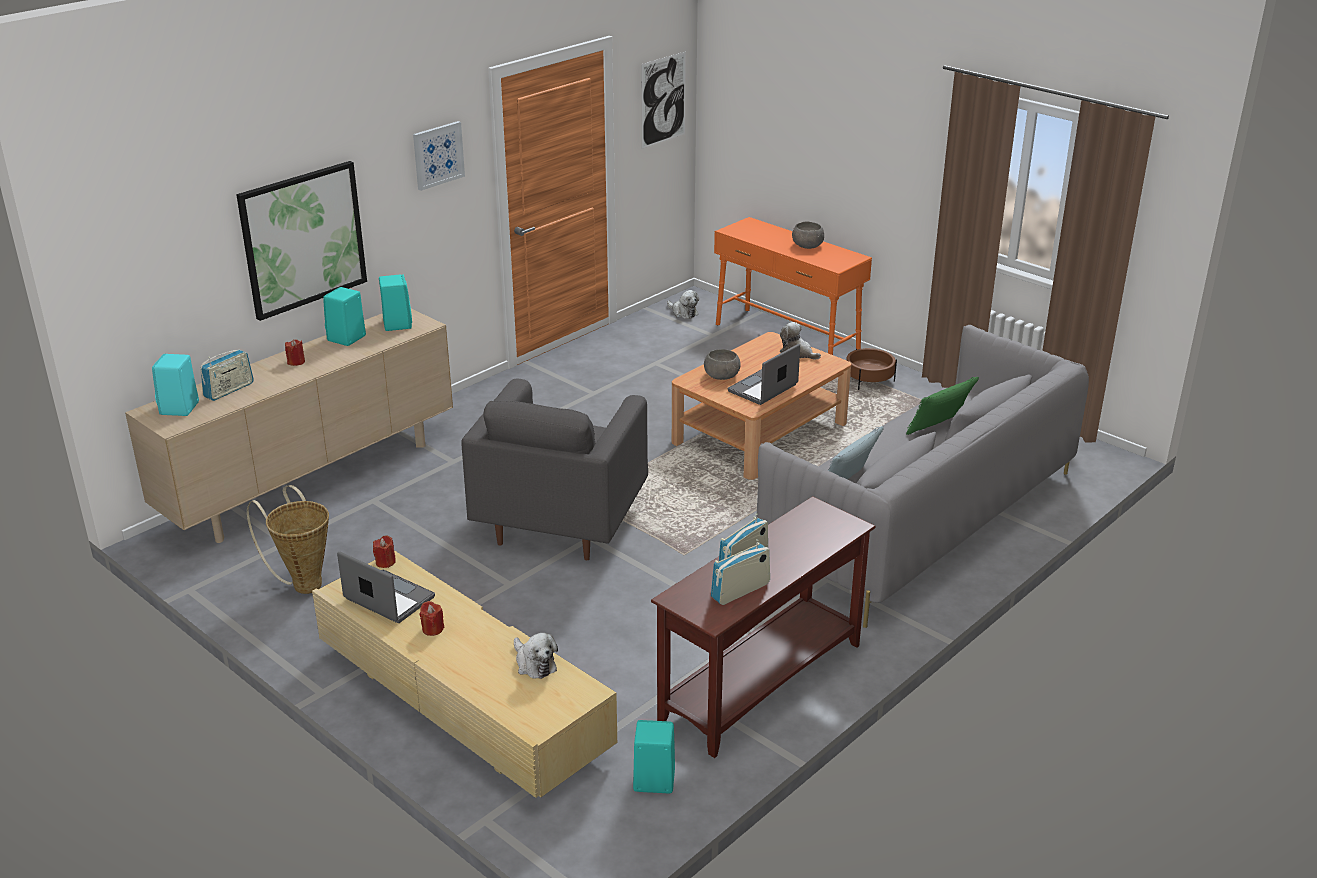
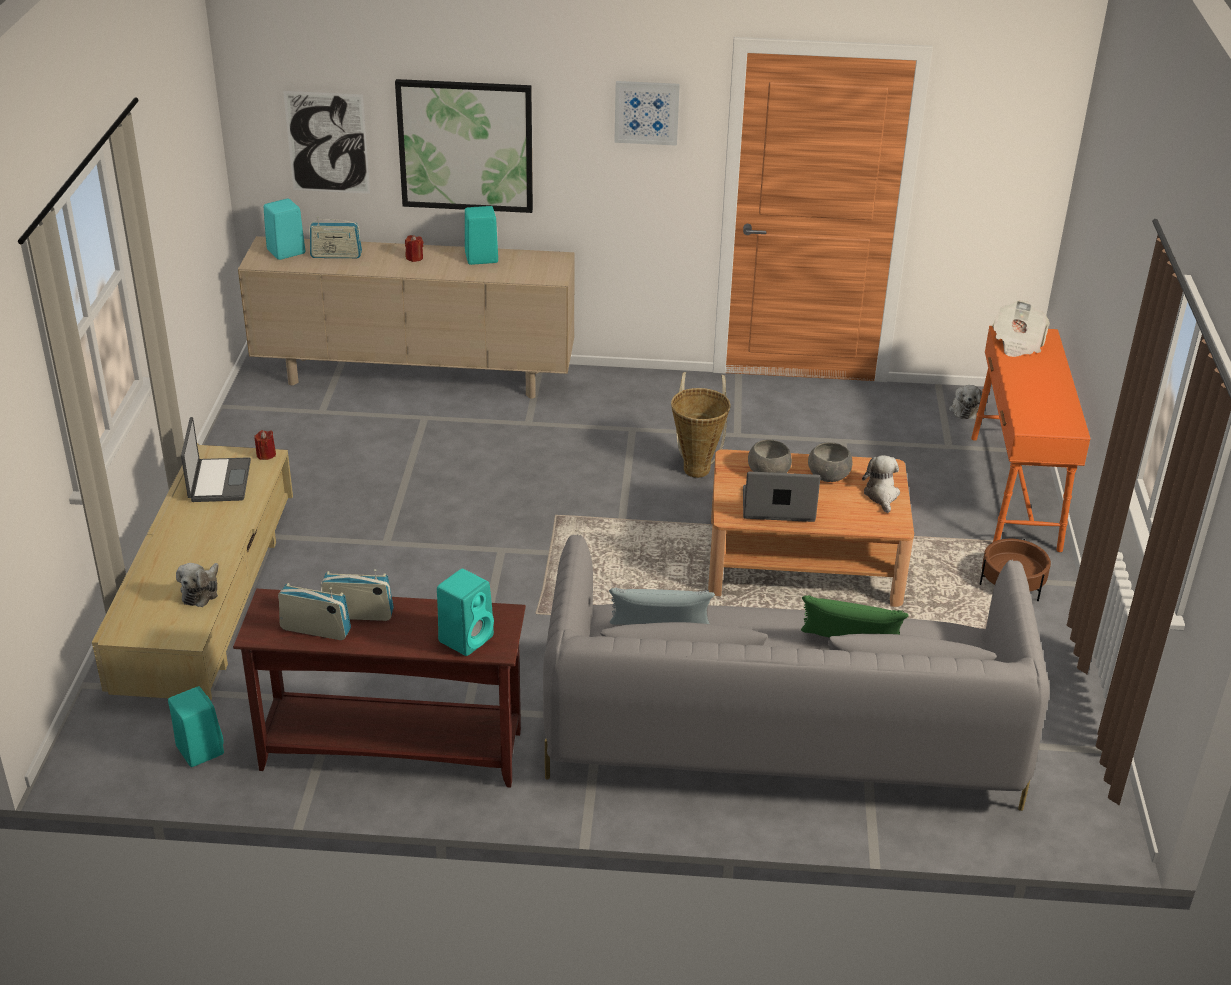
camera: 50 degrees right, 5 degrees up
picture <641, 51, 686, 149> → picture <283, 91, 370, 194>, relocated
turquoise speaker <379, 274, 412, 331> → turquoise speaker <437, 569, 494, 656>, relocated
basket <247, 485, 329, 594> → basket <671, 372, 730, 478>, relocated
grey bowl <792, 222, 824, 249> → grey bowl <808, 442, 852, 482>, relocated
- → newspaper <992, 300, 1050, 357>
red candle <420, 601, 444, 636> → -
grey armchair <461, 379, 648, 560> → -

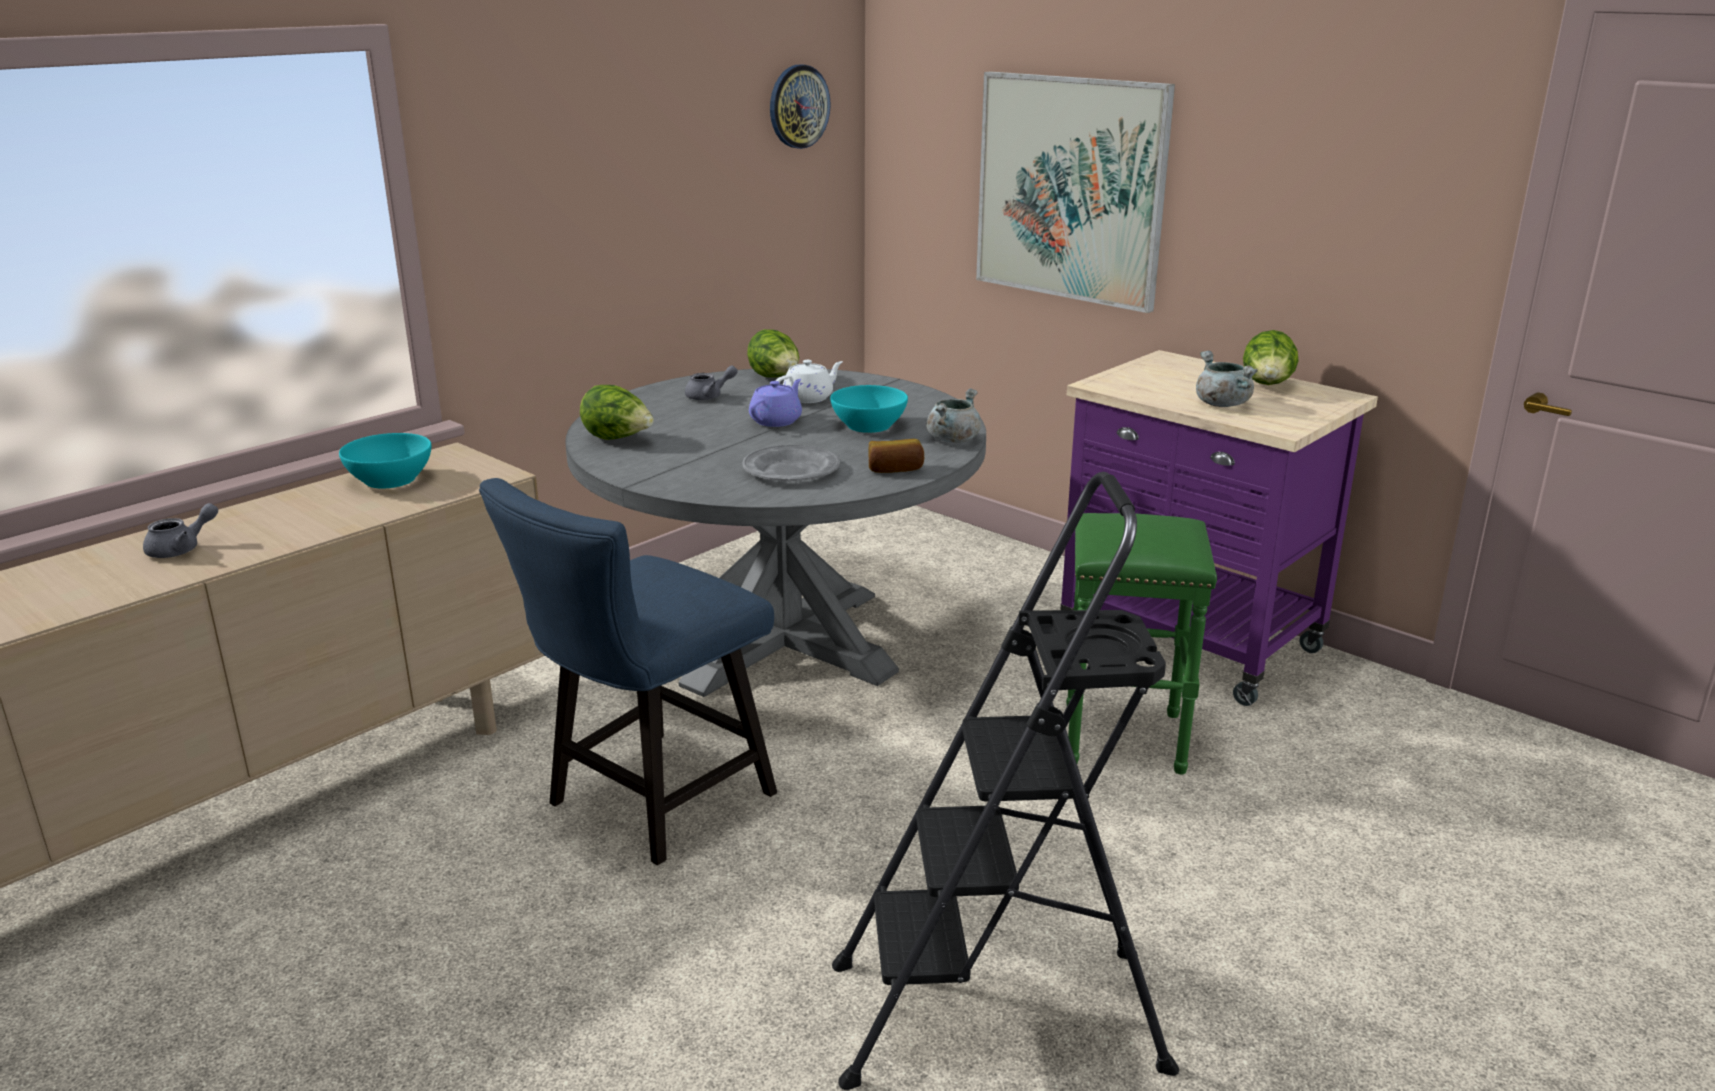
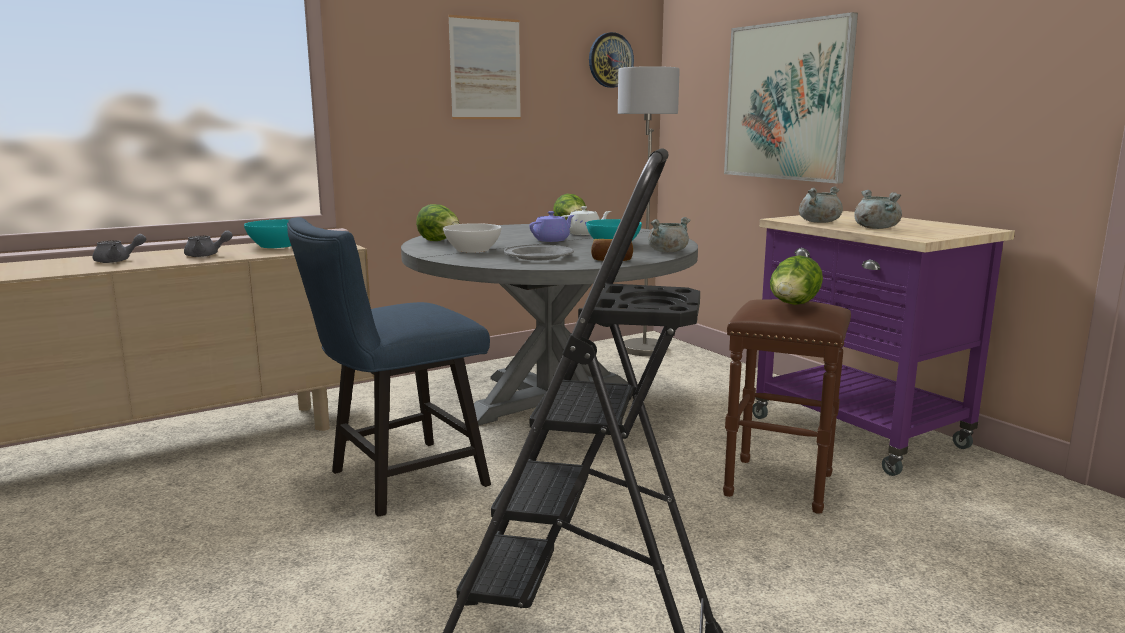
camera: 15 degrees right, 10 degrees down
grey teapot <685, 366, 738, 400> → grey teapot <184, 230, 233, 257>, relocated
- → white bowl <443, 223, 501, 252>
- → picture <448, 15, 521, 119>
- → grey floor lamp <618, 66, 680, 356>
green stool <1066, 513, 1217, 774> → brown stool <723, 299, 851, 514>
lettuce <1243, 330, 1299, 385> → lettuce <770, 255, 823, 305>, relocated
- → grey cooking pot <799, 187, 843, 223>

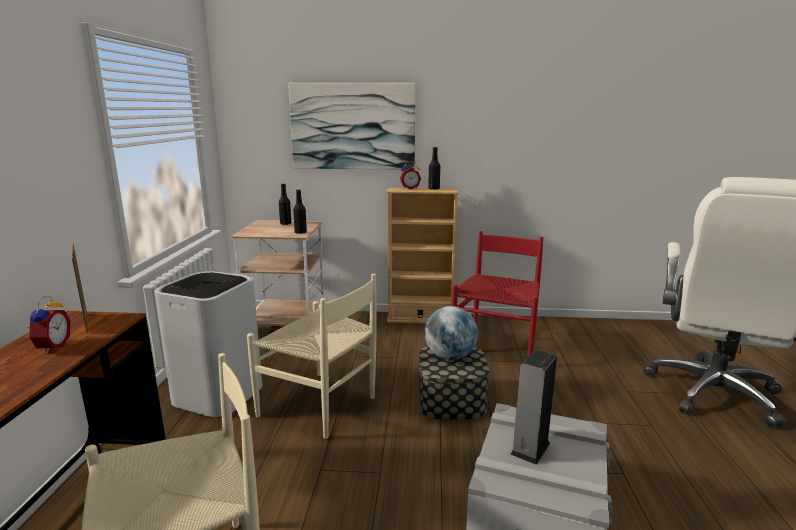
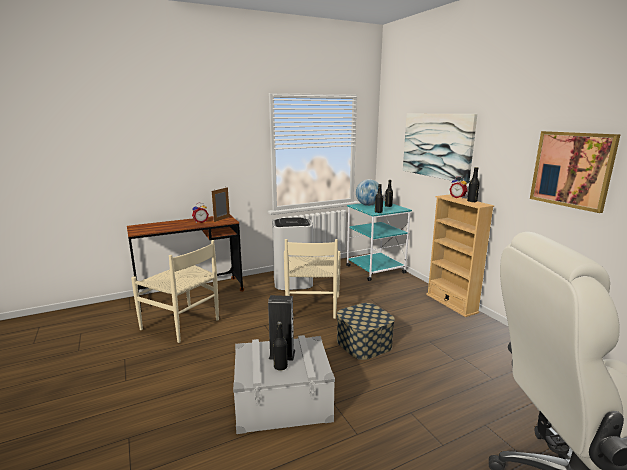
camera: 60 degrees right, 0 degrees up
- → black bottle <273, 322, 288, 371>
beige cart <231, 220, 324, 326> → turquoise cart <346, 201, 412, 281>
globe <425, 306, 478, 360> → globe <356, 179, 382, 206>, relocated
- → picture <530, 131, 621, 213>
red chair <451, 231, 543, 356> → -

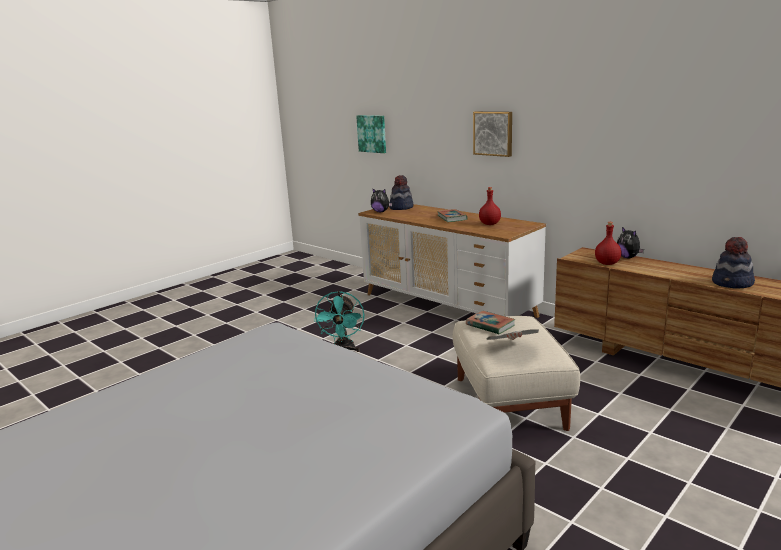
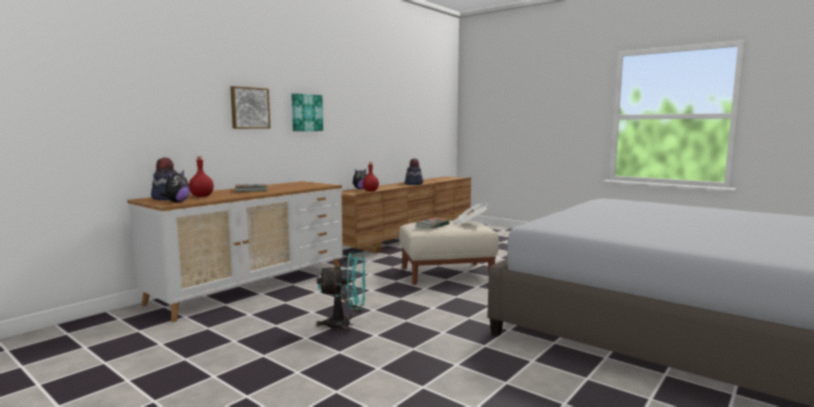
camera: 95 degrees left, 10 degrees down
red bottle <479, 187, 501, 225> → red bottle <189, 157, 214, 197>, relocated
picture <356, 115, 386, 153> → picture <291, 93, 323, 131>, relocated

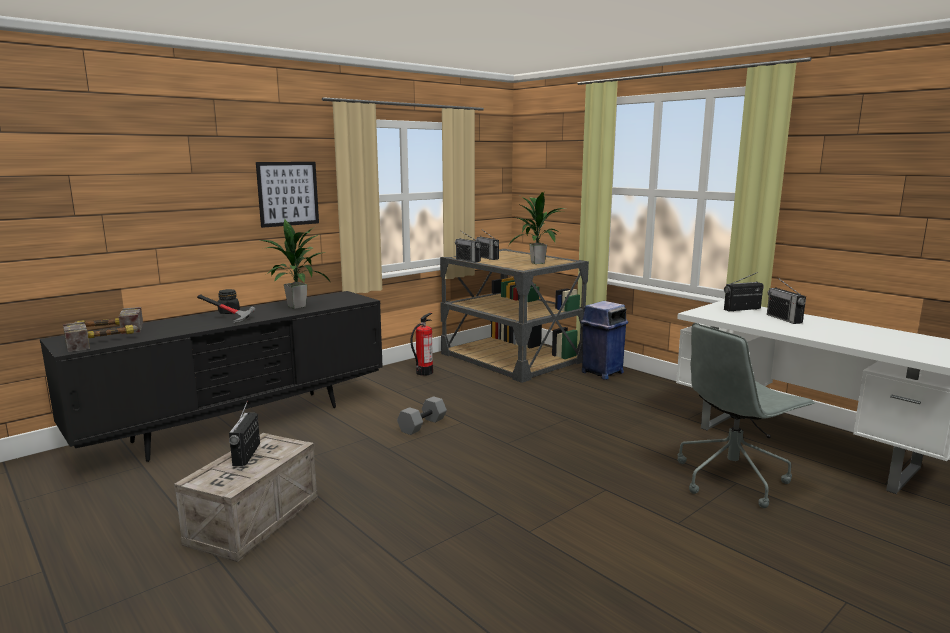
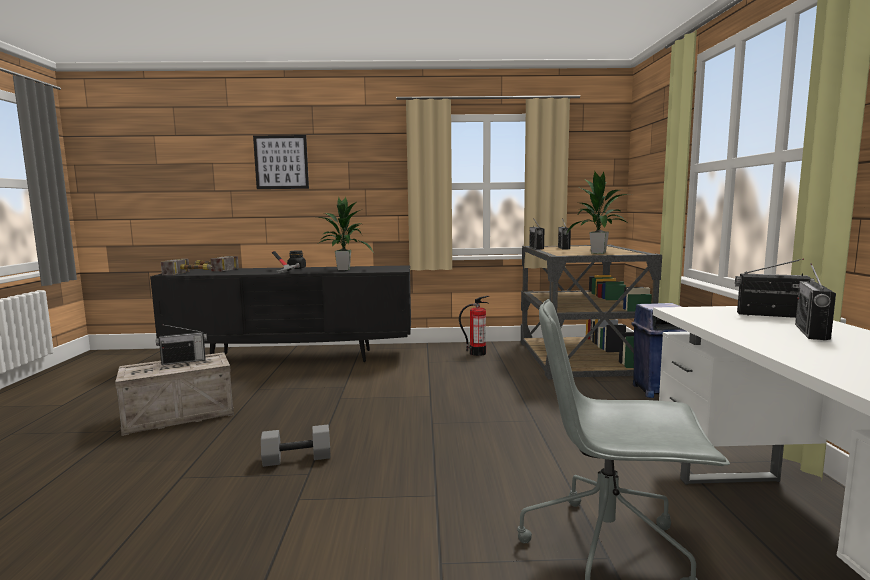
camera: 40 degrees right, 5 degrees down
radio <229, 401, 260, 466> → radio <156, 324, 207, 365>, 150 degrees counterclockwise
picture <256, 162, 319, 228> → picture <253, 135, 309, 189>, relocated
grey dumbbell <397, 396, 447, 435> → grey dumbbell <261, 424, 331, 467>, relocated

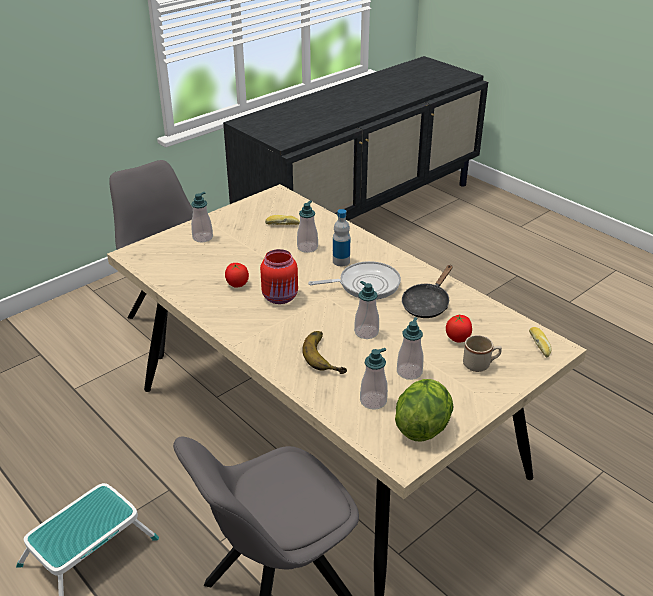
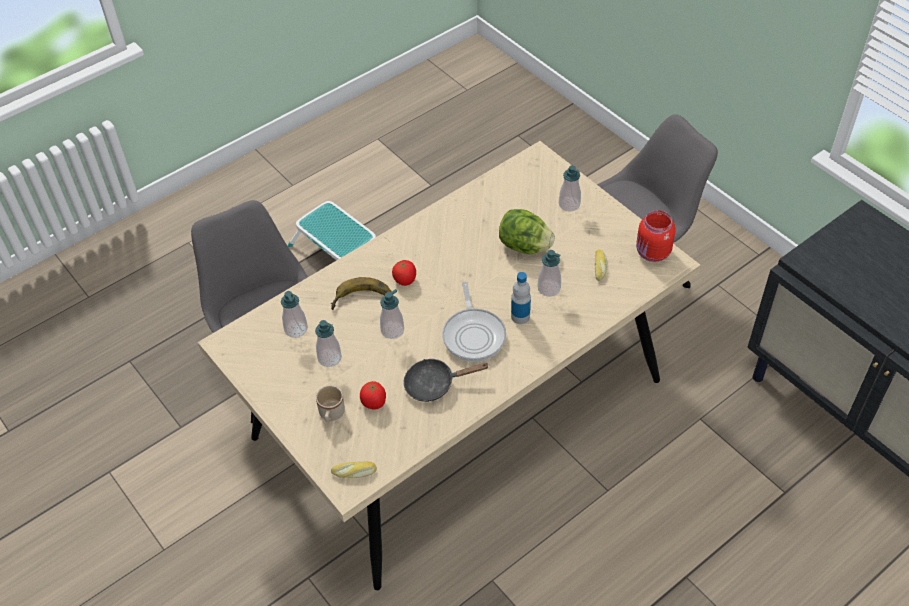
camera: 95 degrees right, 15 degrees up
tomato <225, 263, 249, 288> → tomato <392, 260, 416, 286>, relocated
black frying pan <402, 265, 452, 318> → black frying pan <403, 359, 488, 402>, 45 degrees counterclockwise
lettuce <395, 379, 453, 441> → lettuce <499, 209, 555, 254>, relocated
red jar <260, 249, 298, 304> → red jar <636, 210, 676, 262>, relocated

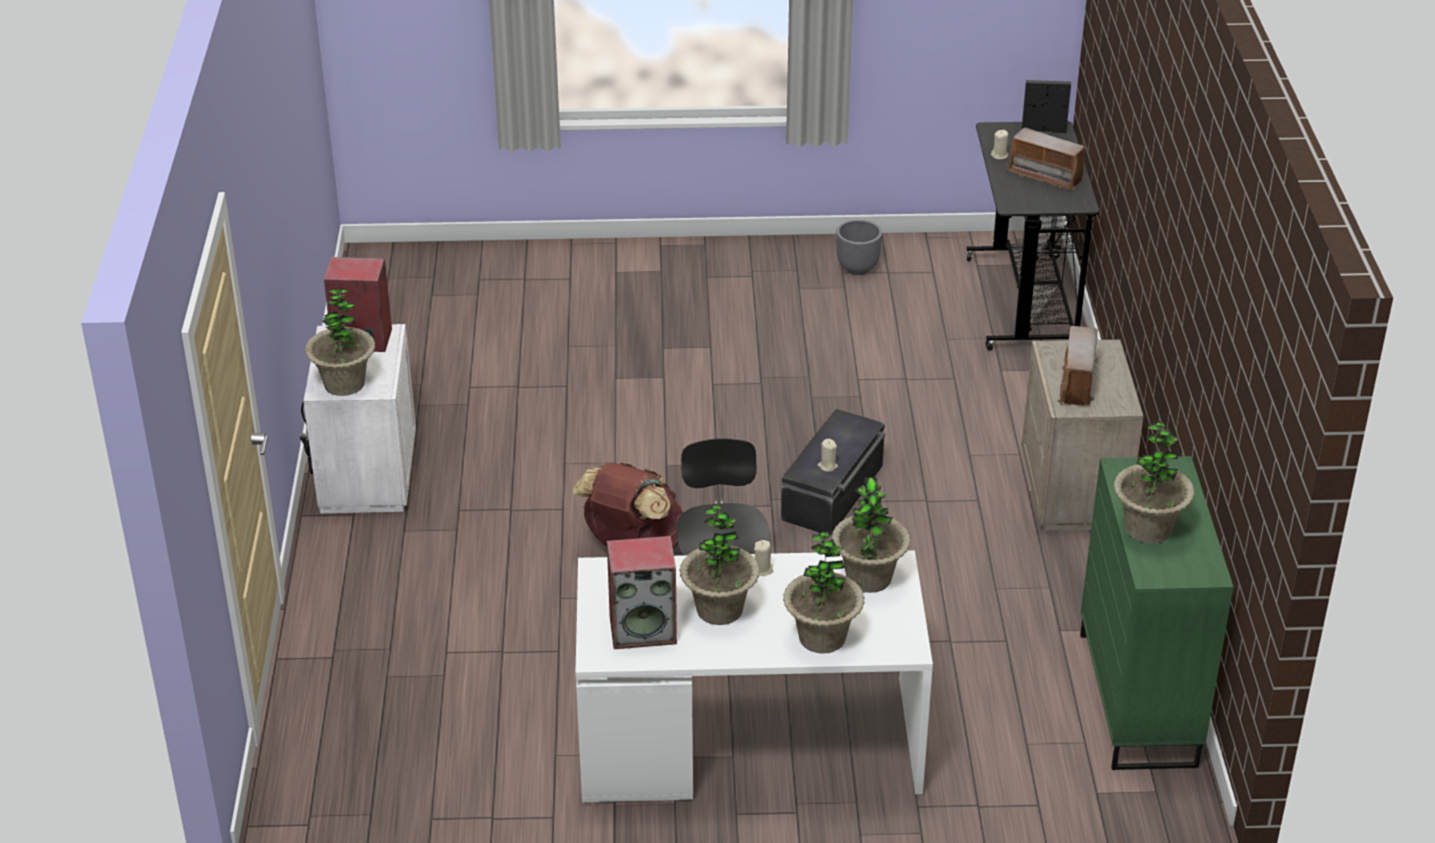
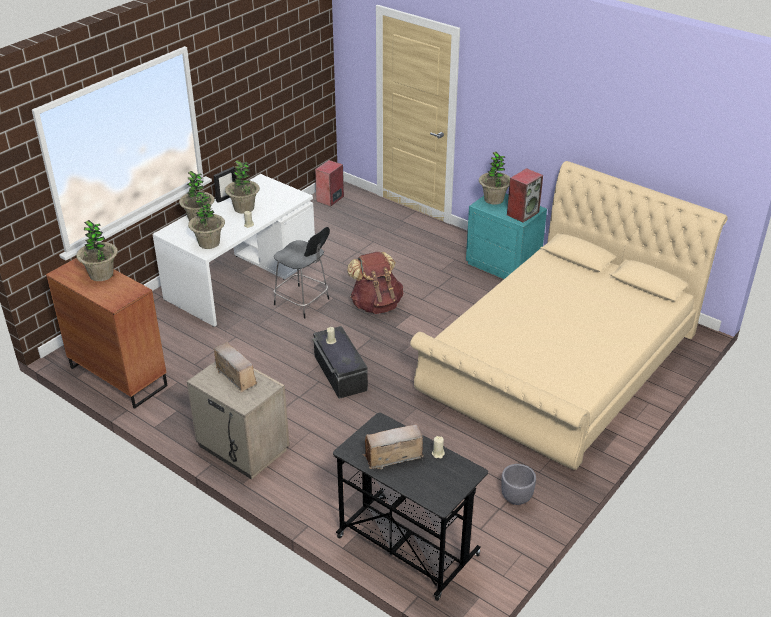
camera: 130 degrees right, 0 degrees up
green dresser <1080, 456, 1234, 770> → brown dresser <46, 258, 168, 409>
picture frame <1022, 80, 1071, 133> → picture frame <213, 167, 236, 203>, relocated
speaker <607, 536, 677, 649> → speaker <315, 160, 344, 207>, relocated
- → beige bed <410, 161, 728, 470>
white nightstand <300, 324, 416, 513> → turquoise nightstand <466, 194, 547, 279>

